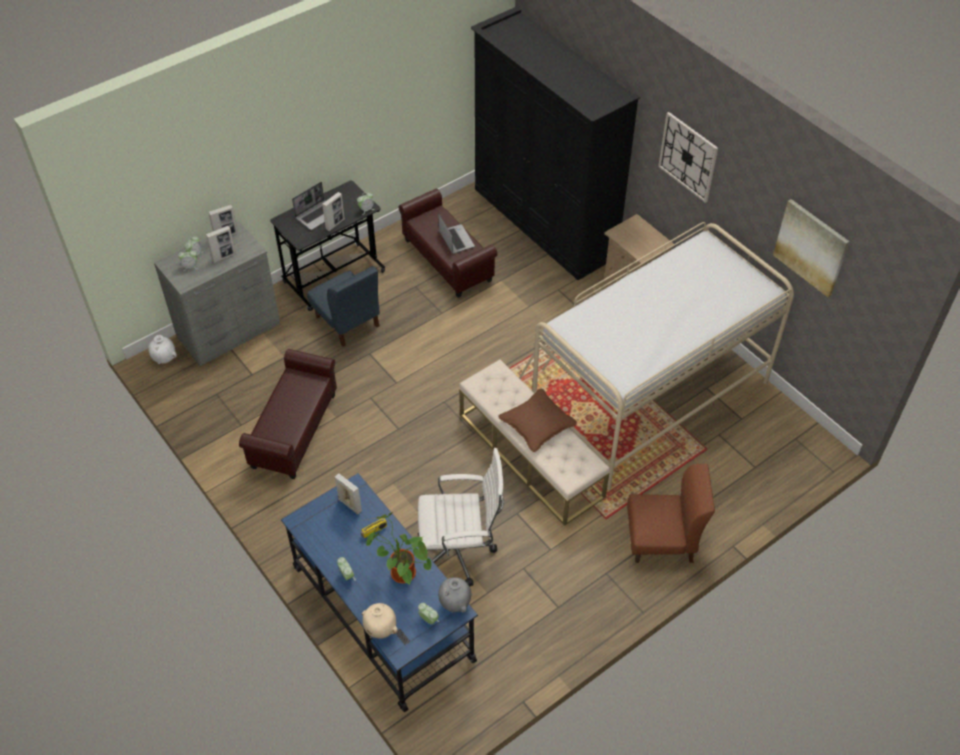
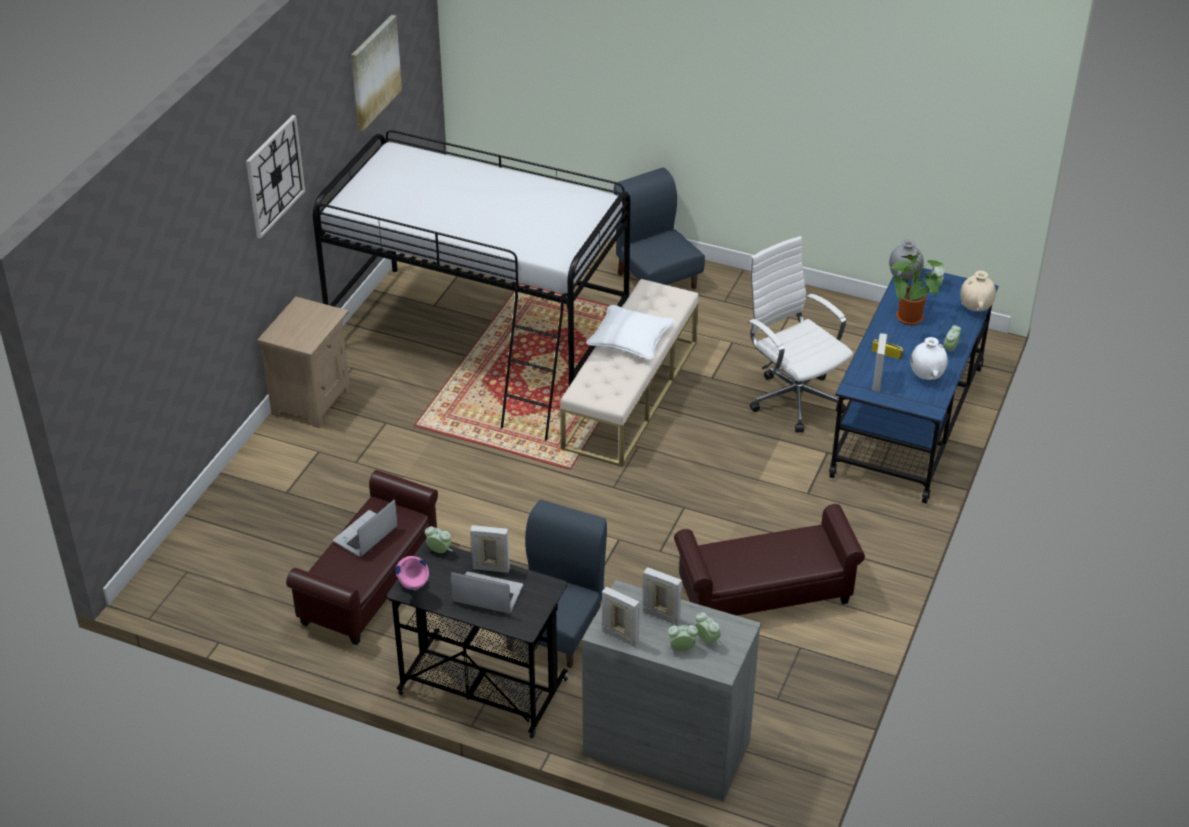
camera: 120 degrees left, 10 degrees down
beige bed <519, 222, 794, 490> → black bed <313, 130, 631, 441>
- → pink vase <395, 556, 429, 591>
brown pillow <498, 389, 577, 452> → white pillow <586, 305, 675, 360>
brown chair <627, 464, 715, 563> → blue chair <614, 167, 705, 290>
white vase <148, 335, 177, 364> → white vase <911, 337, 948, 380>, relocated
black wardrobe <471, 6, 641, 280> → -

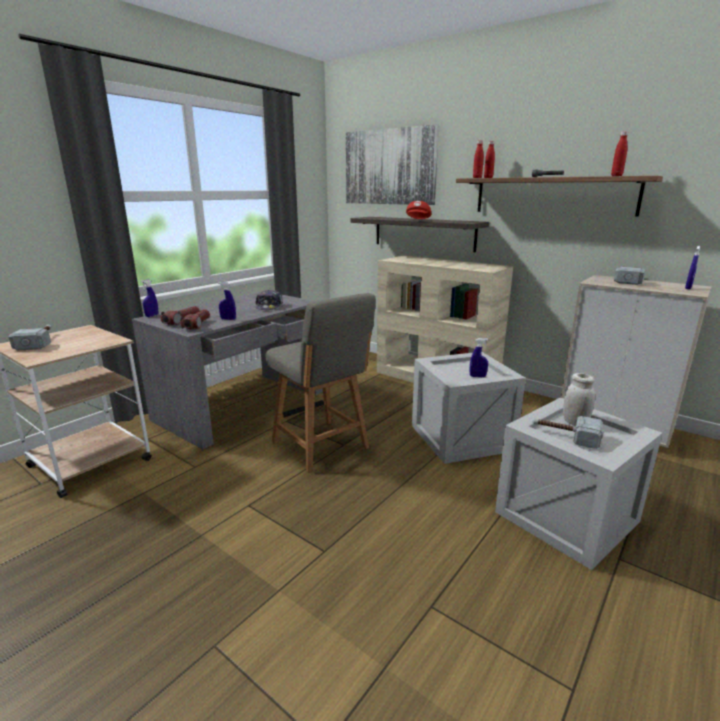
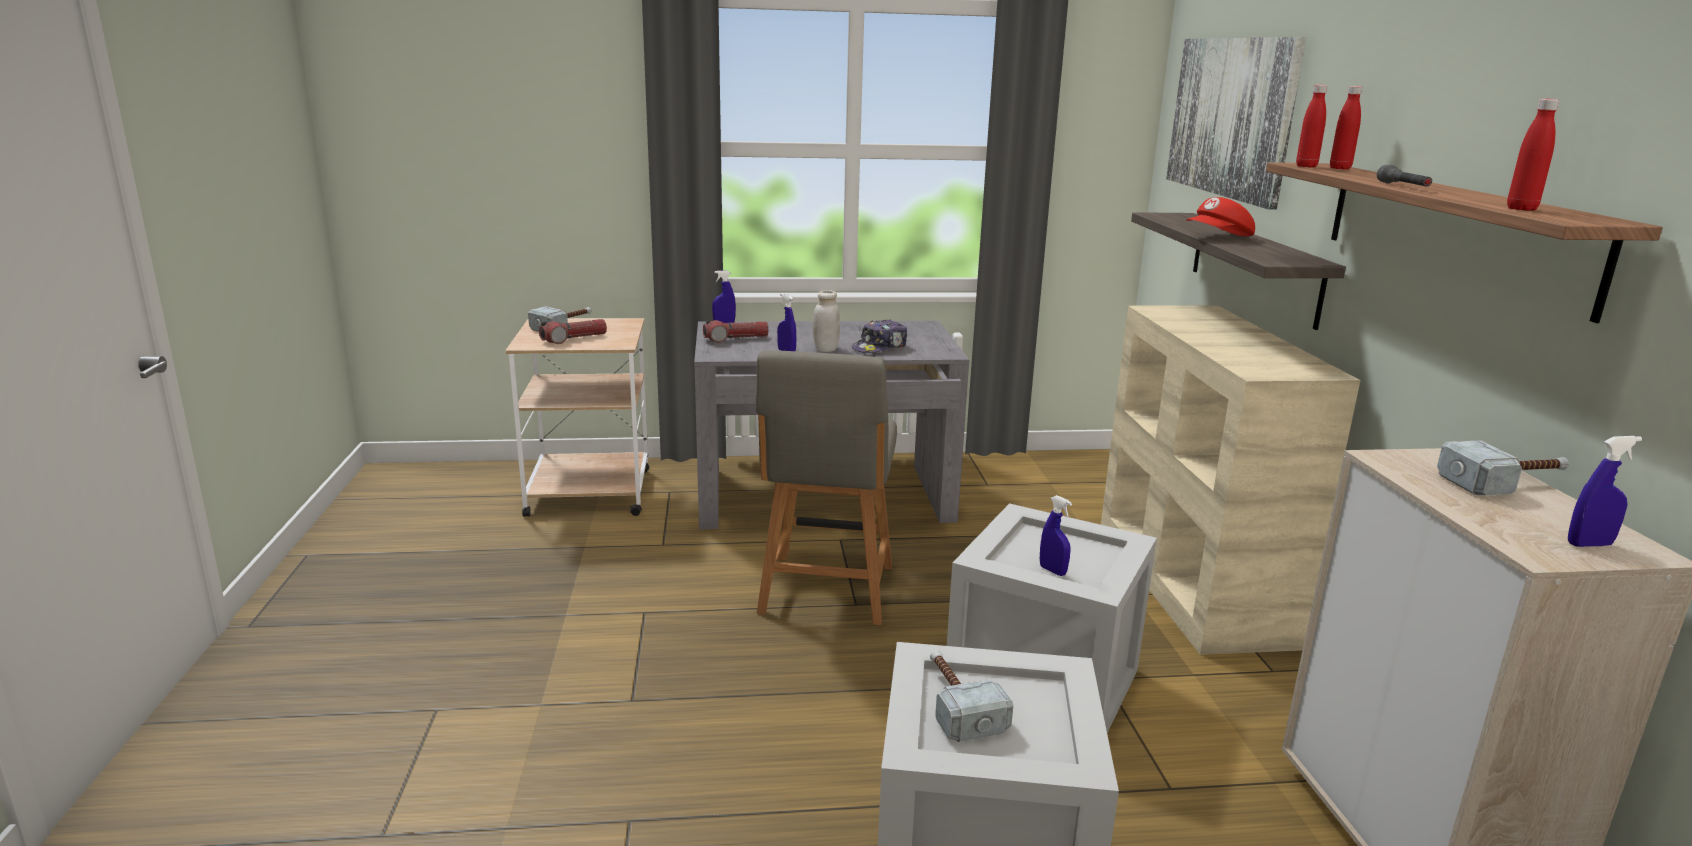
camera: 45 degrees right, 0 degrees up
flashlight <180, 309, 210, 329> → flashlight <539, 319, 607, 344>, relocated
white jar <563, 373, 595, 426> → white jar <813, 290, 840, 352>, relocated

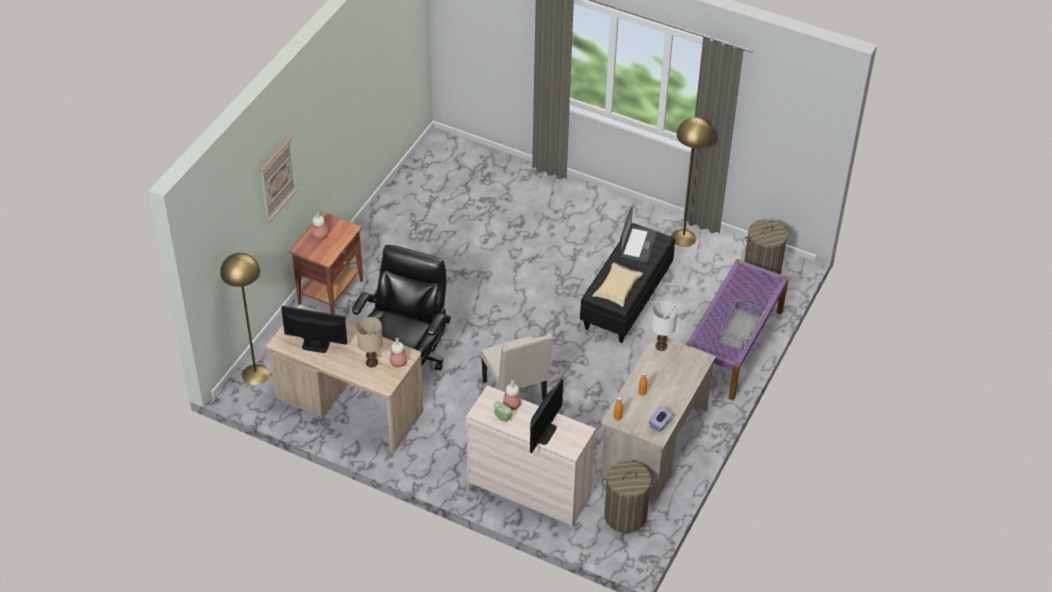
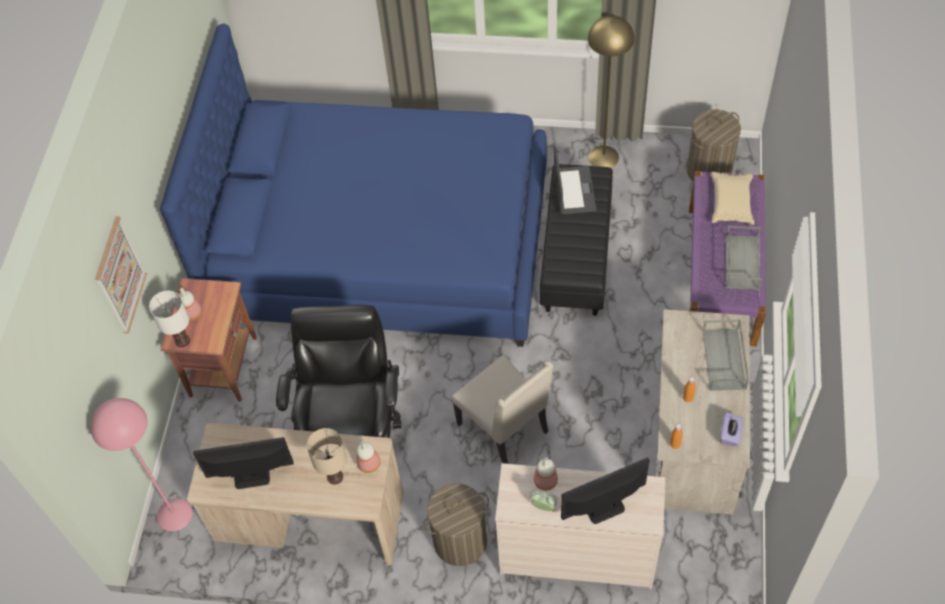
camera: 15 degrees left, 10 degrees up
yellow floor lamp <220, 253, 270, 385> → pink floor lamp <91, 398, 193, 532>
white table lamp <651, 301, 678, 351> → white table lamp <149, 291, 190, 347>, relocated
- → blue bed <160, 23, 547, 347>
laundry basket <602, 461, 656, 533> → laundry basket <423, 483, 489, 566>, relocated
monitor <530, 378, 563, 453> → monitor <561, 458, 650, 524>, 120 degrees counterclockwise
- → grey tray <703, 319, 749, 391>
beige pillow <592, 263, 643, 307> → beige pillow <711, 172, 755, 225>, relocated

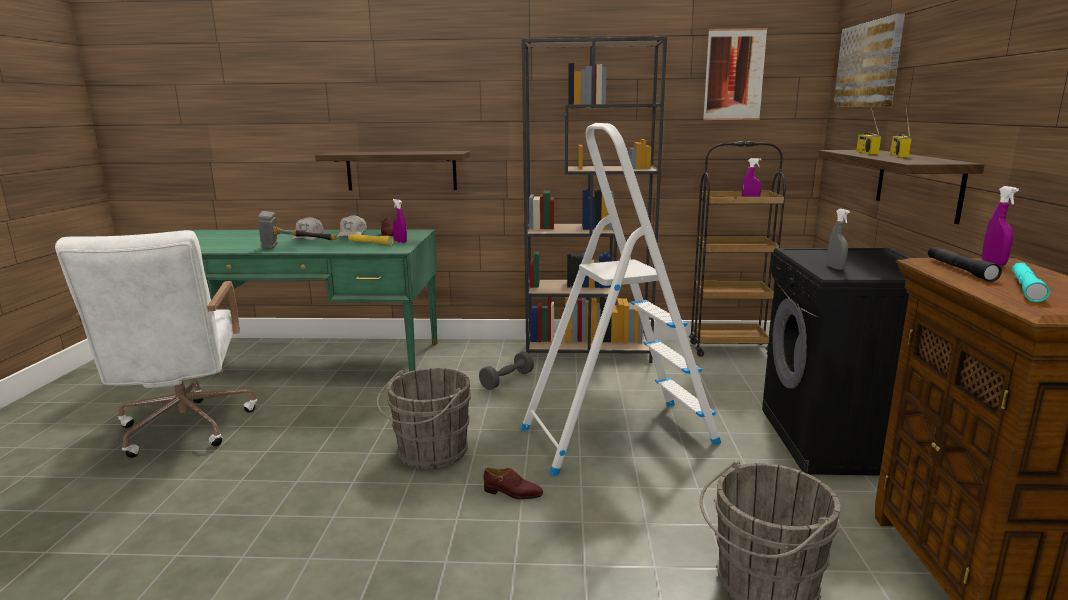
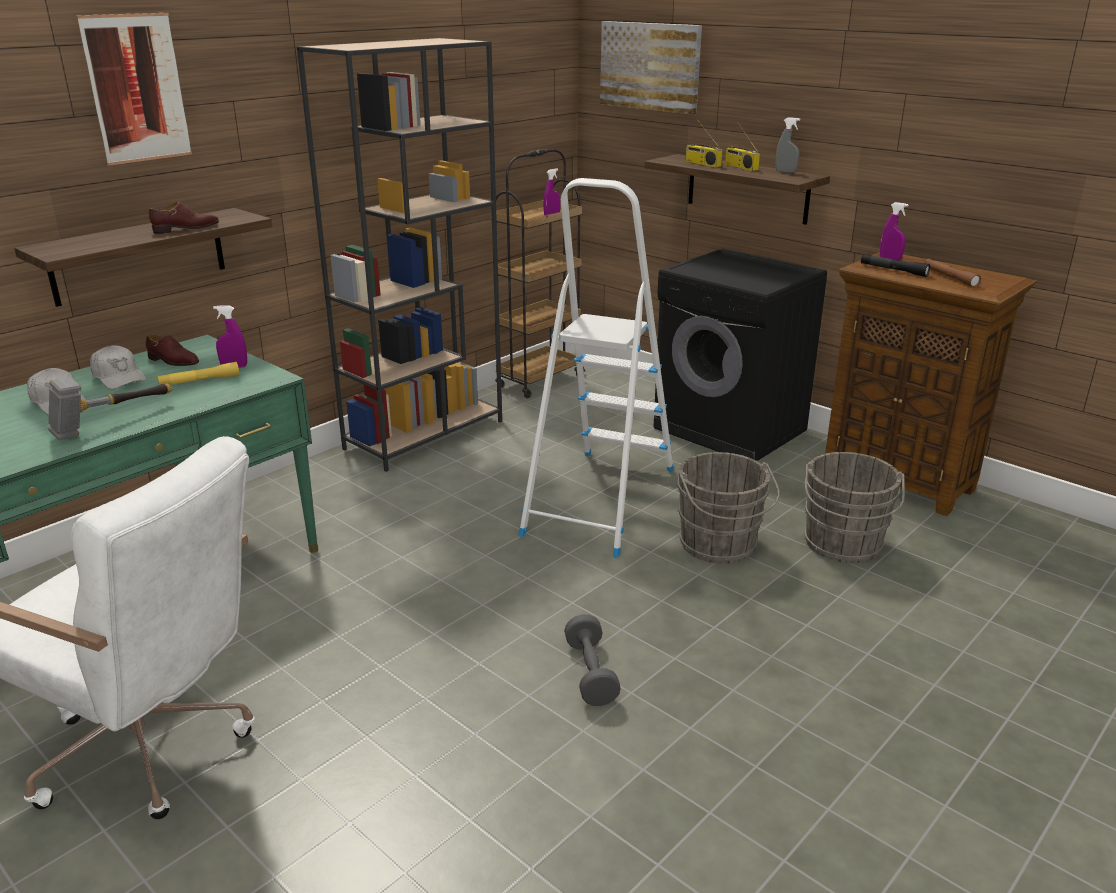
camera: 50 degrees left, 10 degrees up
picture <703, 28, 767, 120> → picture <76, 13, 192, 166>, relocated
brown shoe <483, 468, 543, 499> → brown shoe <149, 202, 219, 234>, relocated
grey dumbbell <479, 351, 534, 390> → grey dumbbell <564, 614, 621, 706>, relocated
grey bucket <376, 368, 471, 469> → grey bucket <676, 452, 780, 564>, relocated
grey spray bottle <827, 209, 850, 270> → grey spray bottle <776, 117, 800, 173>, relocated
turquoise flashlight <1012, 262, 1050, 302> → brown flashlight <924, 258, 981, 288>

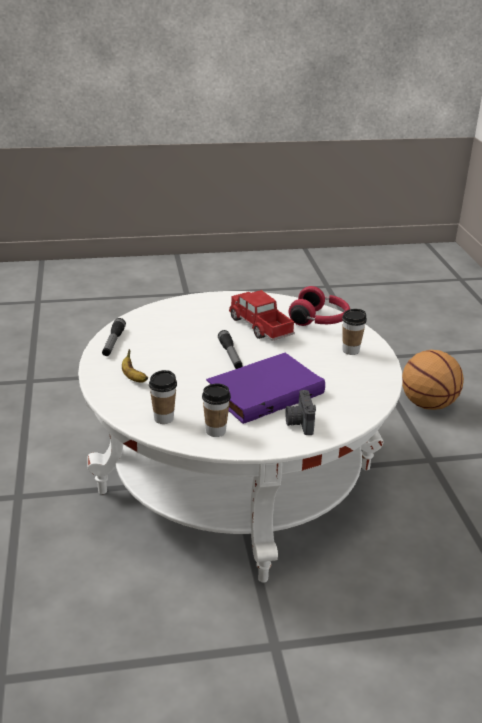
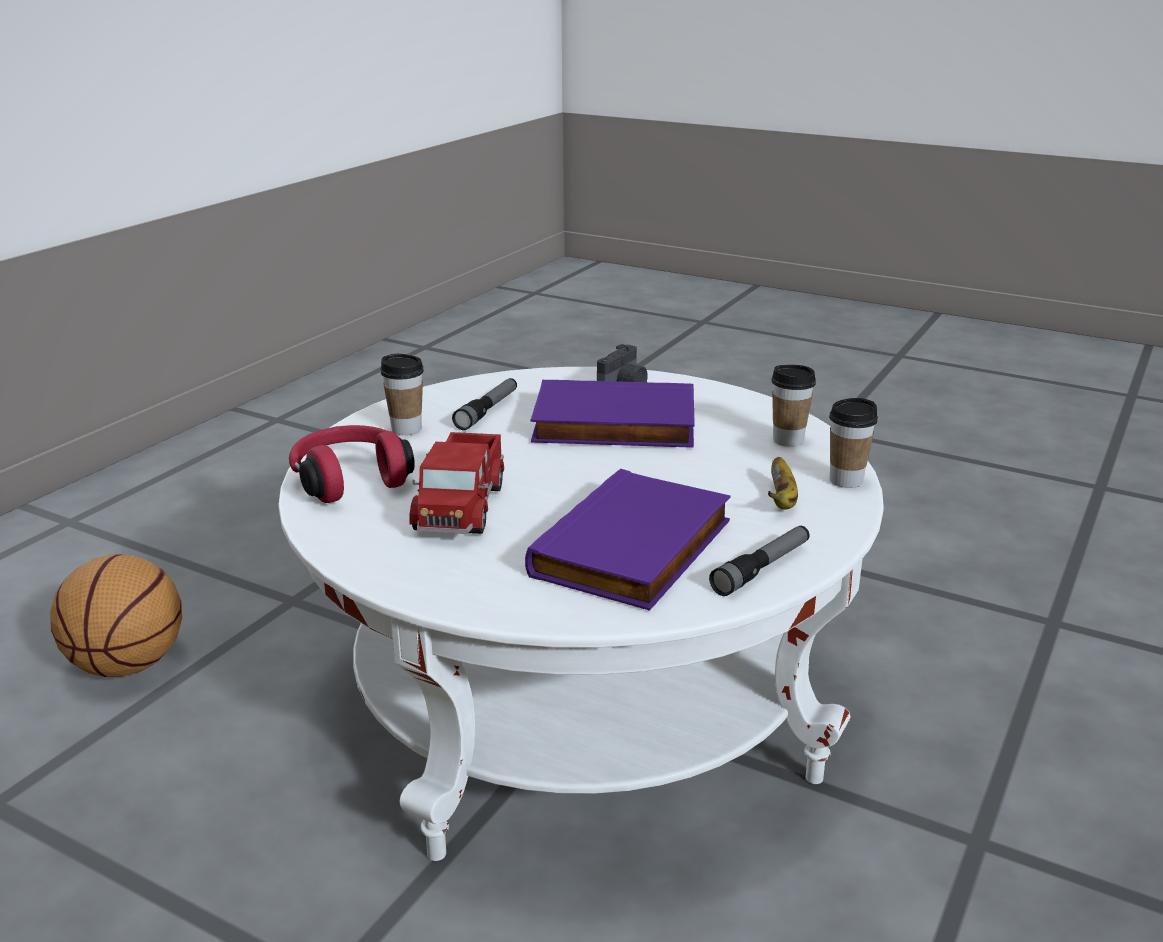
camera: 140 degrees left, 5 degrees down
flashlight <218, 330, 243, 369> → flashlight <452, 378, 517, 430>, relocated
- → purple book <525, 469, 731, 611>
cup <202, 383, 231, 437> → cup <829, 398, 878, 488>, relocated

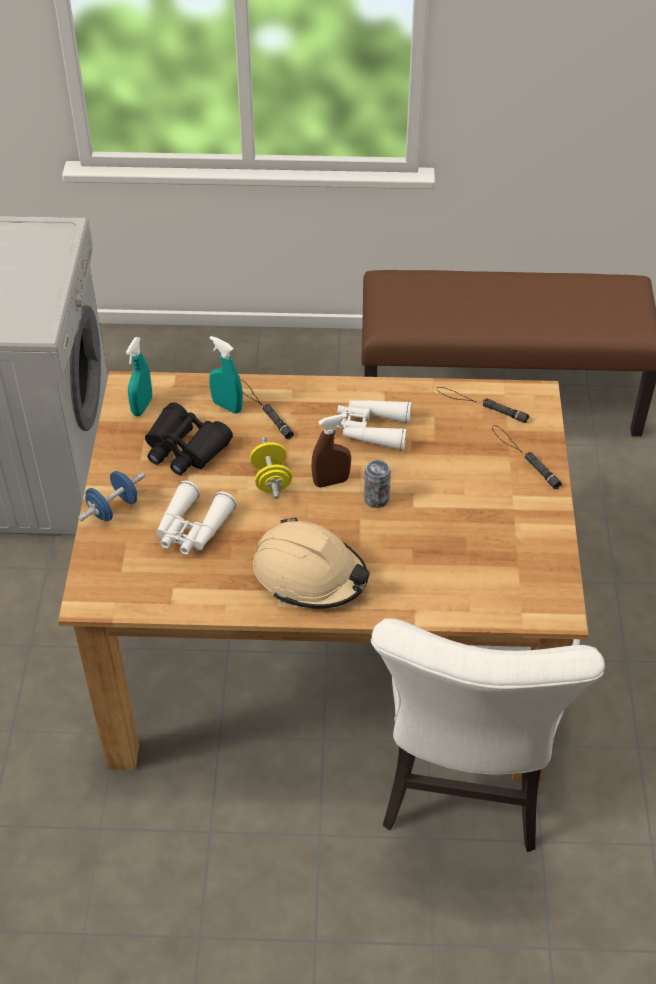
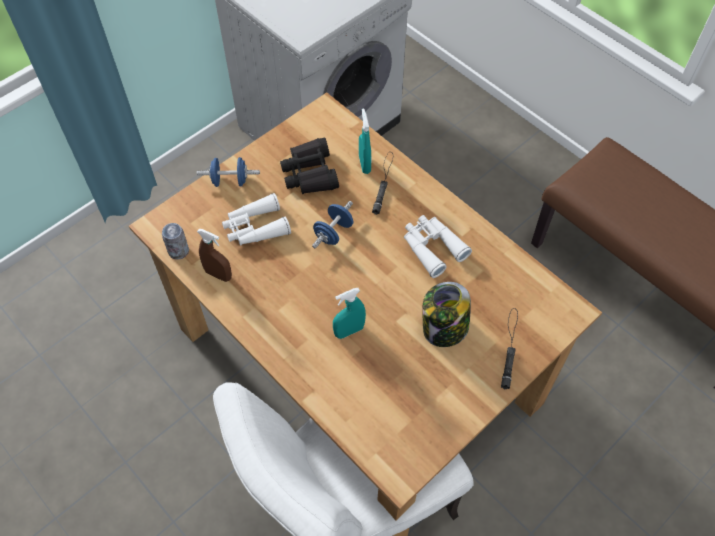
camera: 45 degrees right, 10 degrees up
can <364, 460, 391, 508> → can <162, 223, 189, 260>, relocated
brown spray bottle <311, 414, 351, 488> → brown spray bottle <197, 229, 232, 282>, relocated
yellow dumbbell <250, 437, 292, 499> → blue dumbbell <312, 201, 353, 248>
turquoise spray bottle <126, 337, 152, 416> → turquoise spray bottle <333, 288, 366, 339>, relocated
- → jar <422, 282, 471, 347>
beige hard hat <253, 517, 370, 609> → -
black flashlight <436, 387, 529, 423> → -

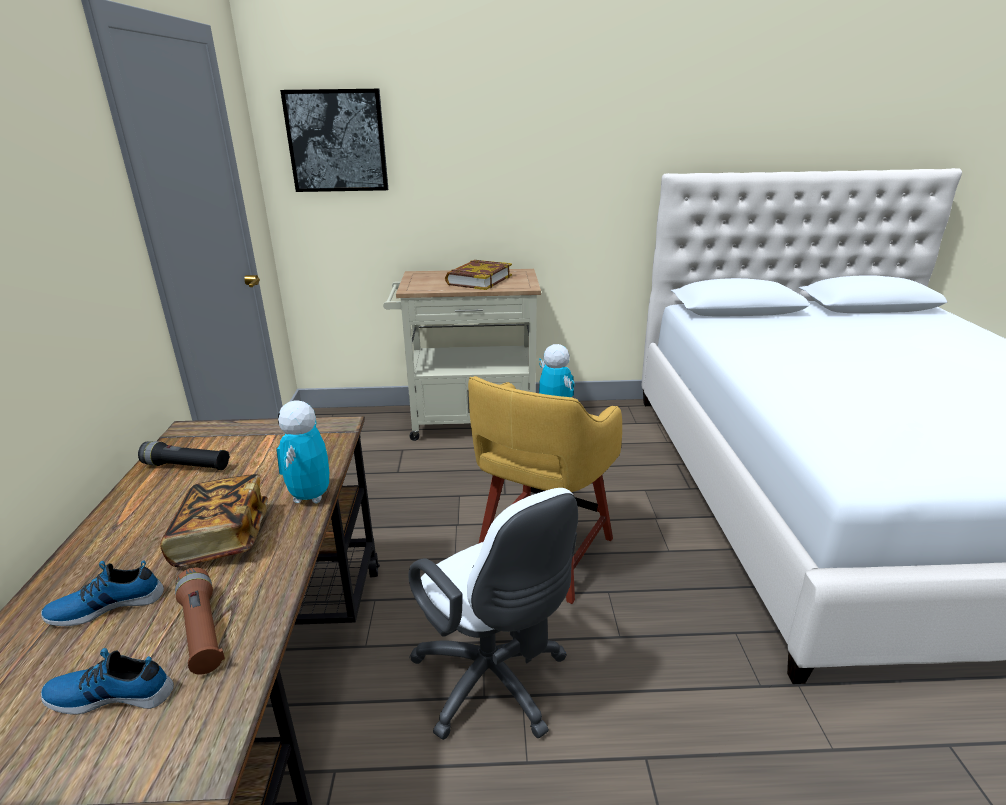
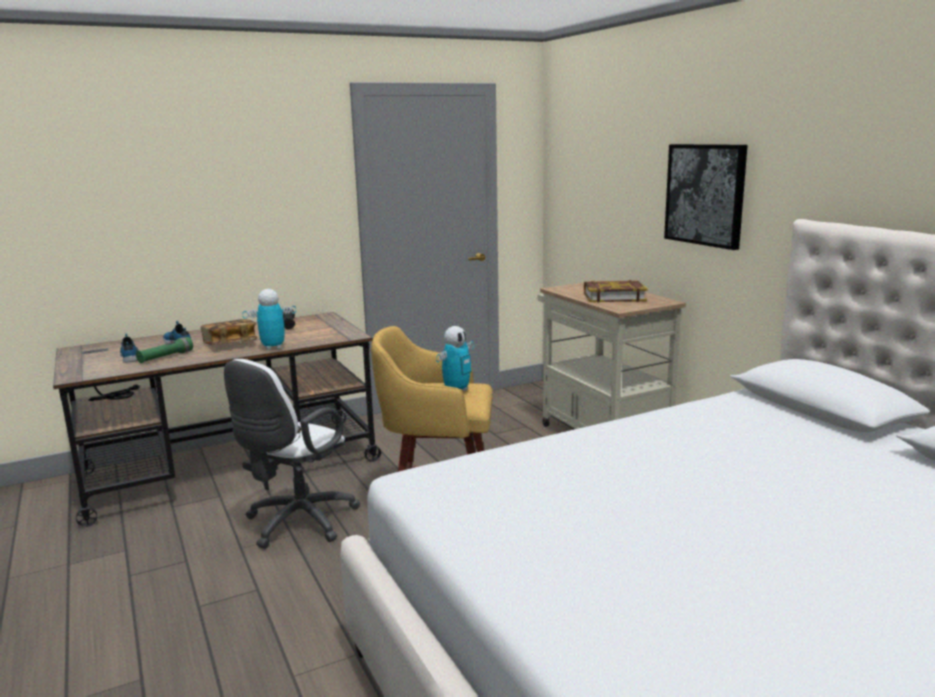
camera: 65 degrees right, 10 degrees down
brown flashlight <175, 568, 225, 675> → green flashlight <136, 337, 193, 363>
picture <280, 89, 388, 192> → picture <664, 144, 748, 250>, relocated

